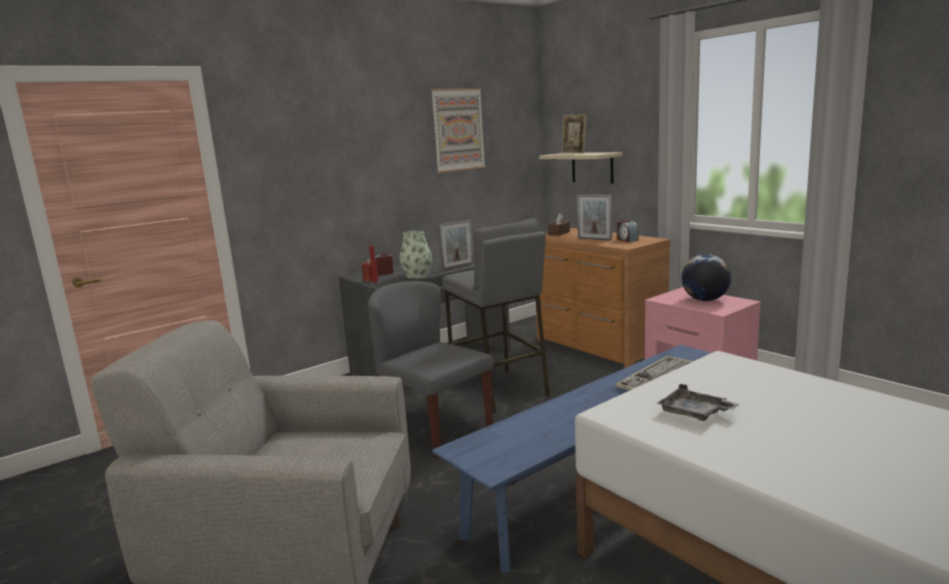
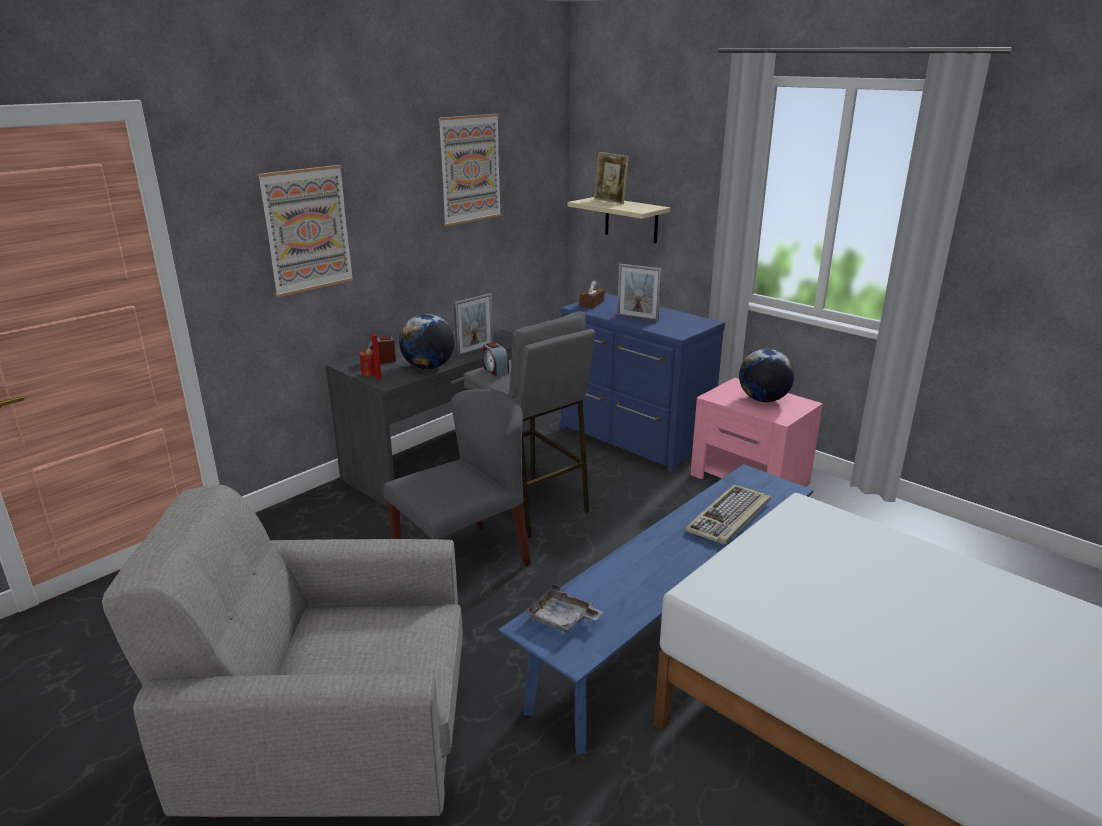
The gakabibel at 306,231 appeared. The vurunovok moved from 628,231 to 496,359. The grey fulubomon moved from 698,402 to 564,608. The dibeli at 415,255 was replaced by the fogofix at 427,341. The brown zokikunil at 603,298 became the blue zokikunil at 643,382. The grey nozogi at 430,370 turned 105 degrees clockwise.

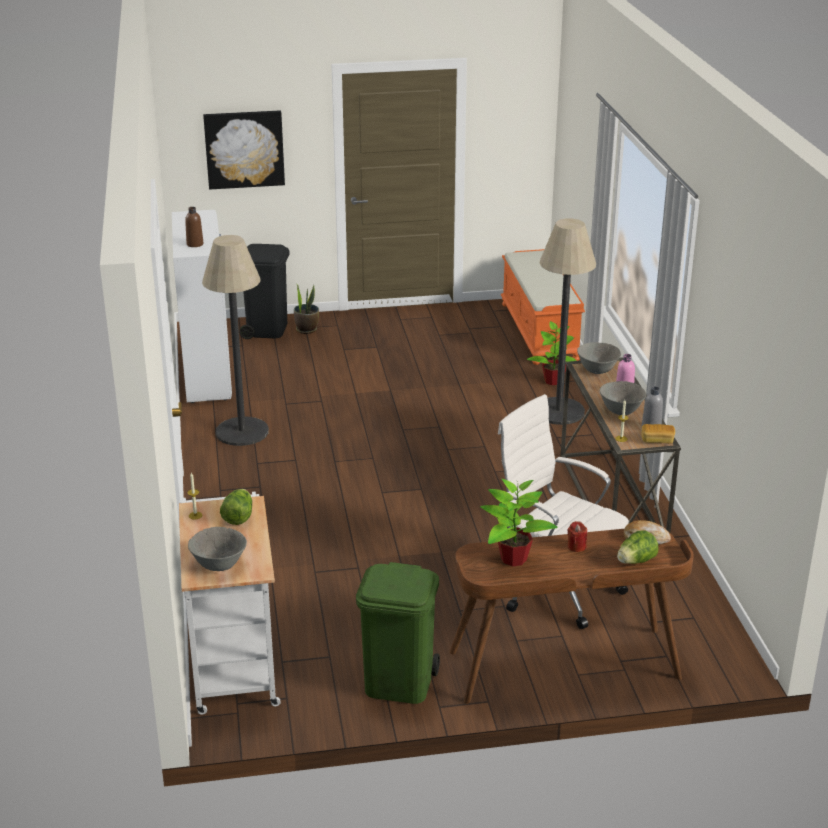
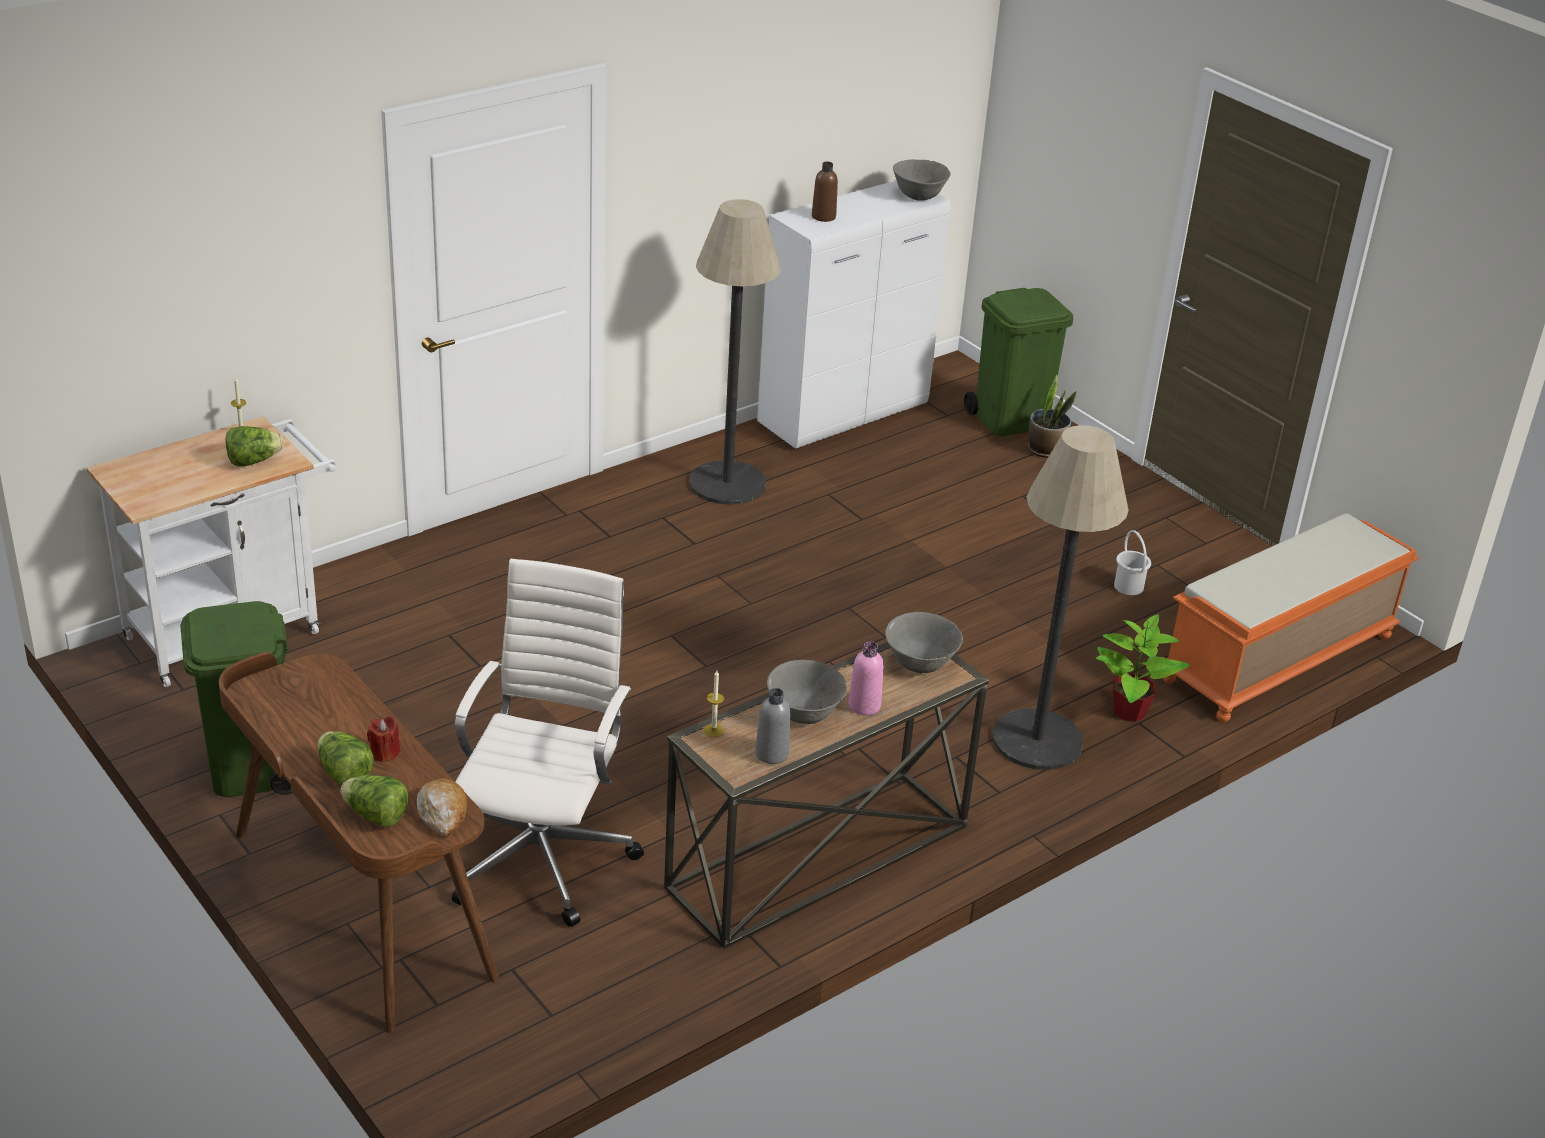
The gakabibel at 244,149 disappeared. The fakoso at 519,523 disappeared. The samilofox at 658,434 disappeared. The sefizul at 346,758 appeared. The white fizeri at 1132,562 appeared. The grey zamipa moved from 217,549 to 922,180. The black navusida at 264,291 became the green navusida at 1018,362.

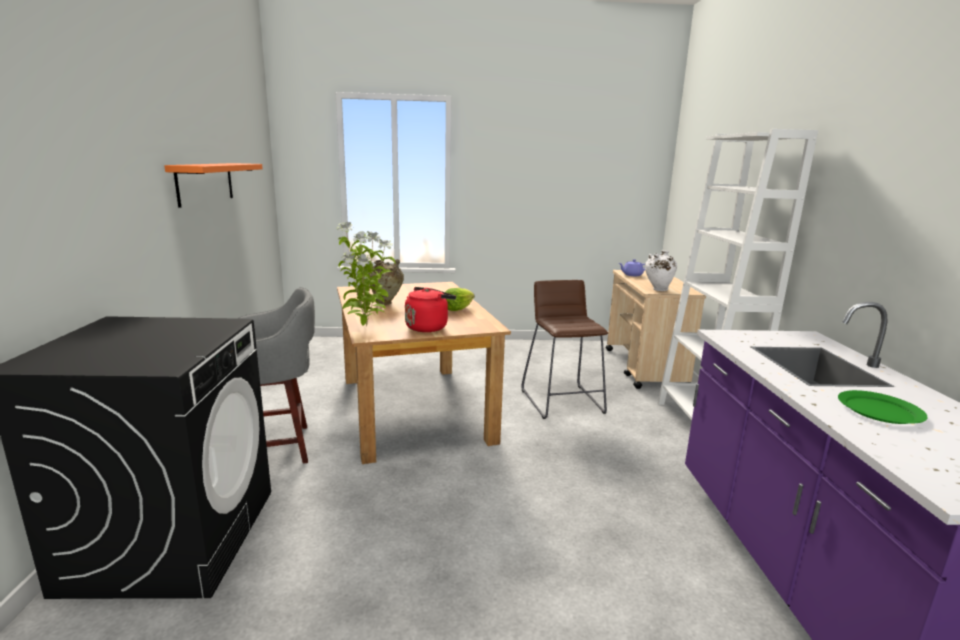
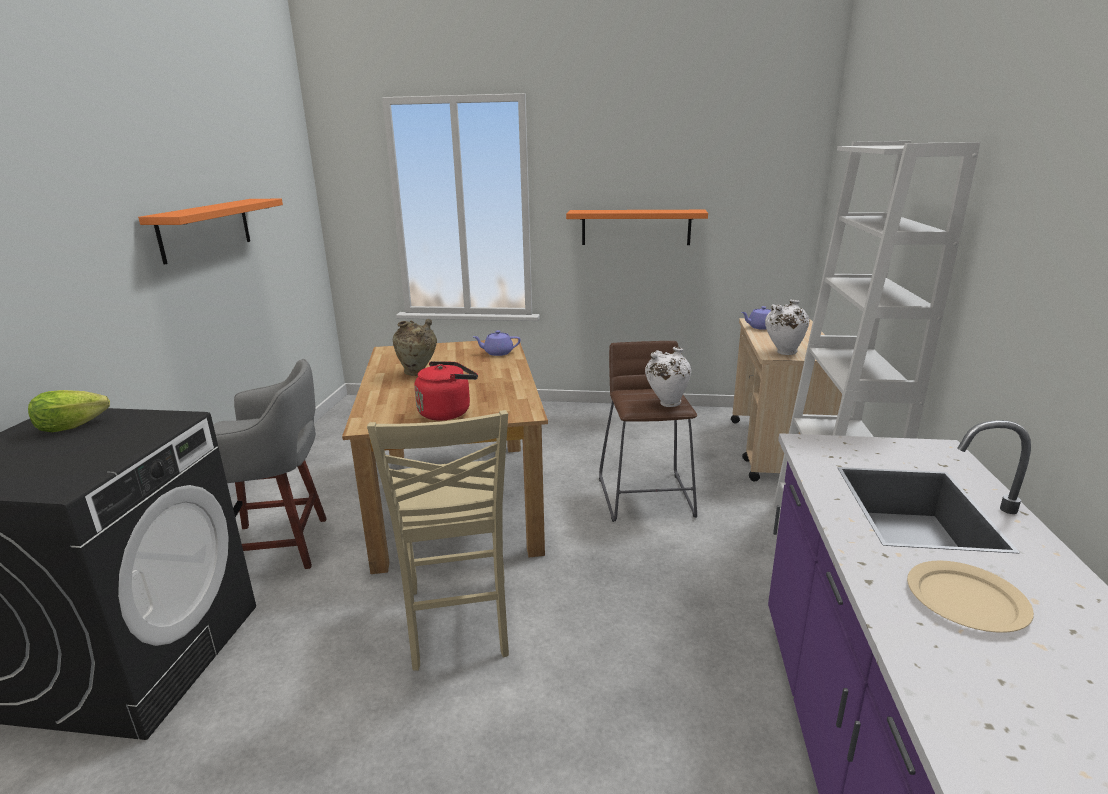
The fakoso at 366,274 disappeared. The beige nozogi at 438,540 appeared. The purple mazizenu at 497,343 appeared. The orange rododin at 637,227 appeared. The white dibeli at 668,377 appeared. The sefizul moved from 459,299 to 69,411. The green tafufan at 883,407 became the beige tafufan at 970,597.

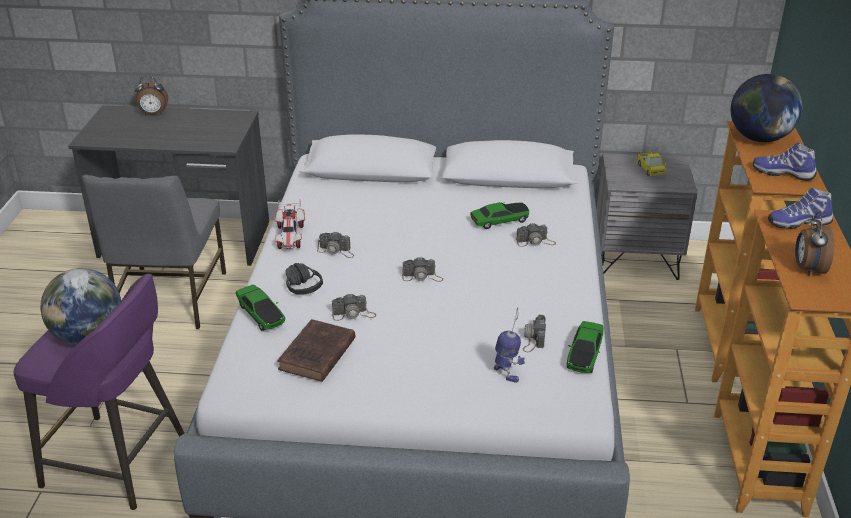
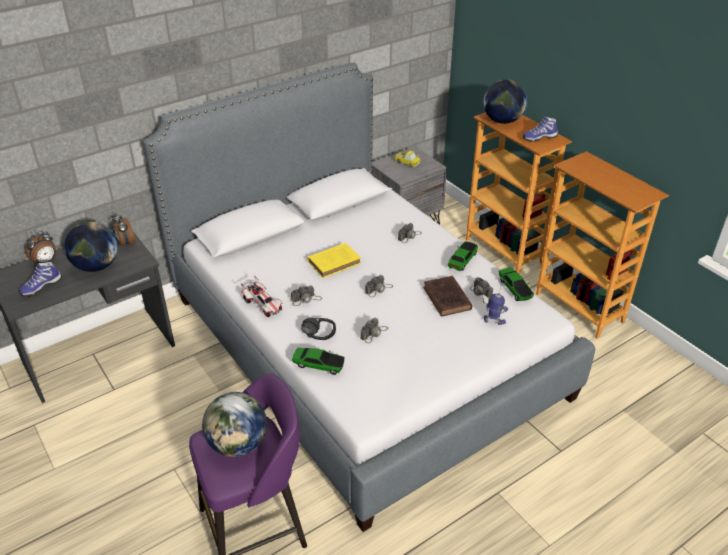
The grey nozogi at 154,252 disappeared. The fogofix at 91,246 appeared. The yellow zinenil at 334,260 appeared. The brown zinenil moved from 316,350 to 447,296. The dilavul moved from 499,215 to 462,256. The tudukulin moved from 800,208 to 40,279. The vurunovok moved from 814,244 to 124,230.

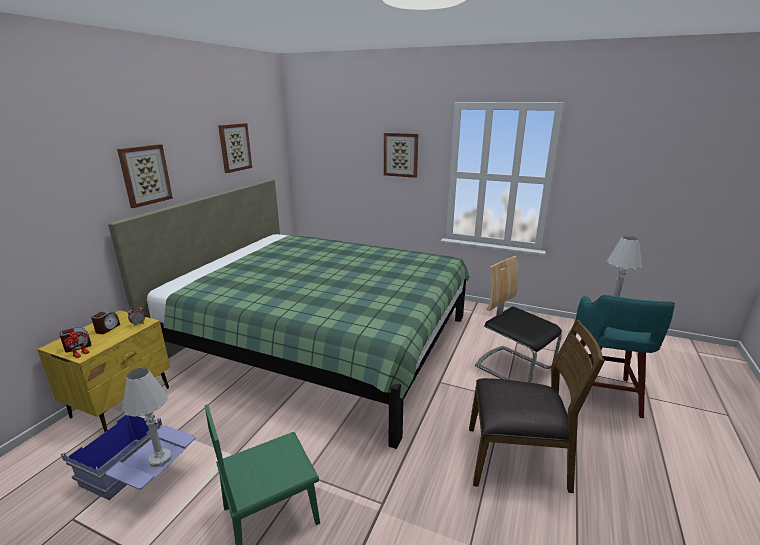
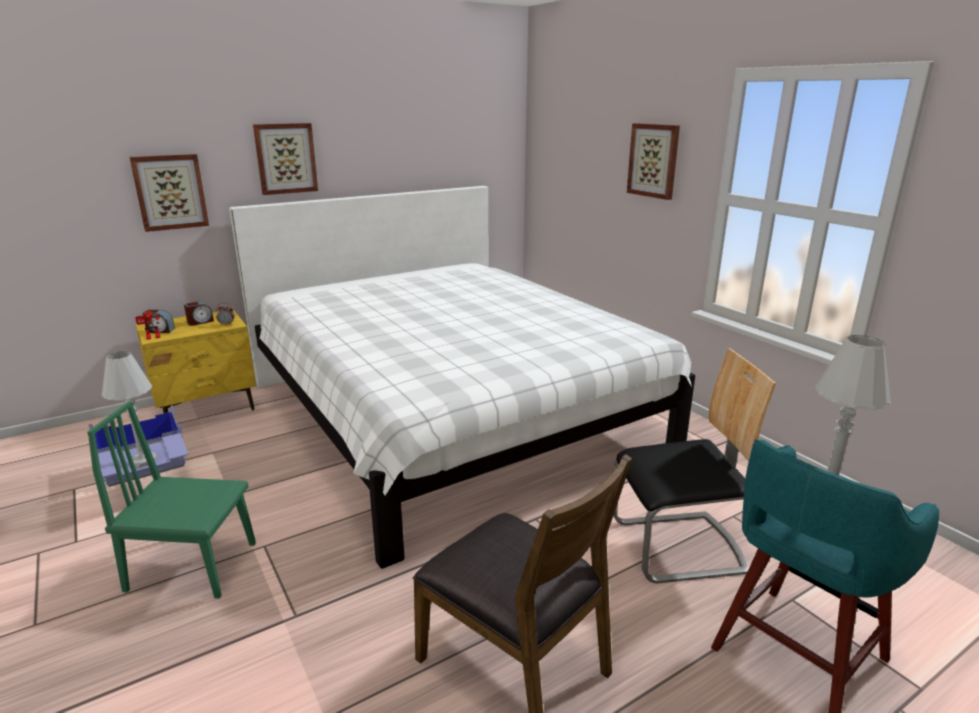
The gakabibel moved from 235,148 to 169,193. The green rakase at 288,314 became the white rakase at 462,377. The nozogi at 518,319 turned 90 degrees clockwise.

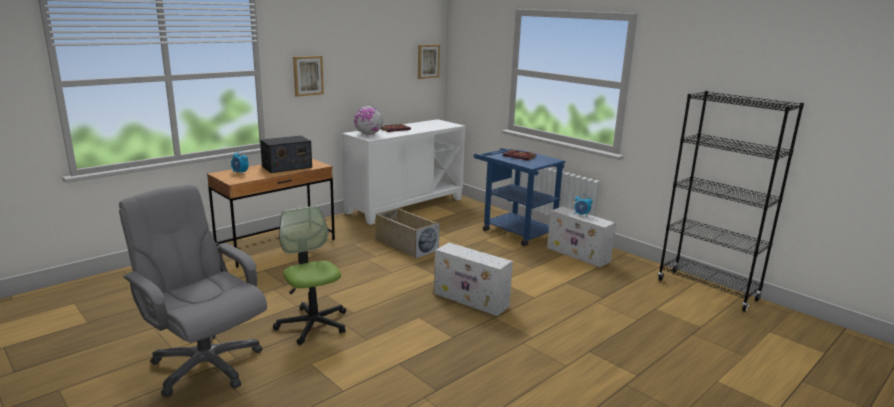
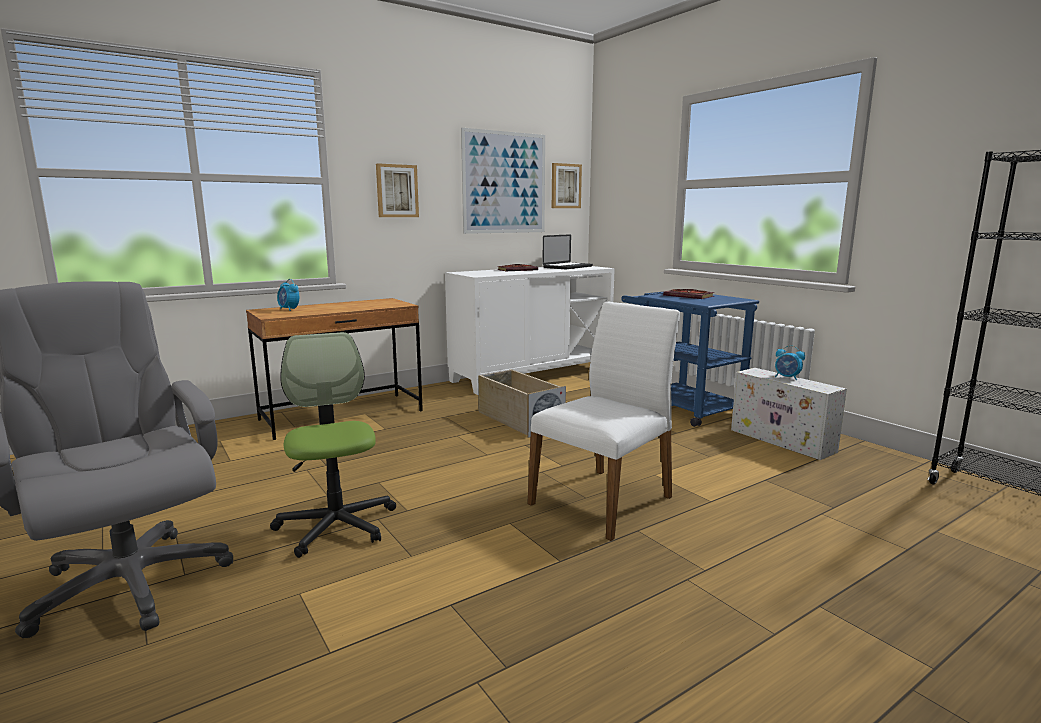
The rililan at 286,154 disappeared. The fogofix at 368,120 disappeared. The gakabibel at 503,181 appeared. The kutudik at 568,251 appeared. The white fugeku at 473,279 was replaced by the white nozogi at 603,421.

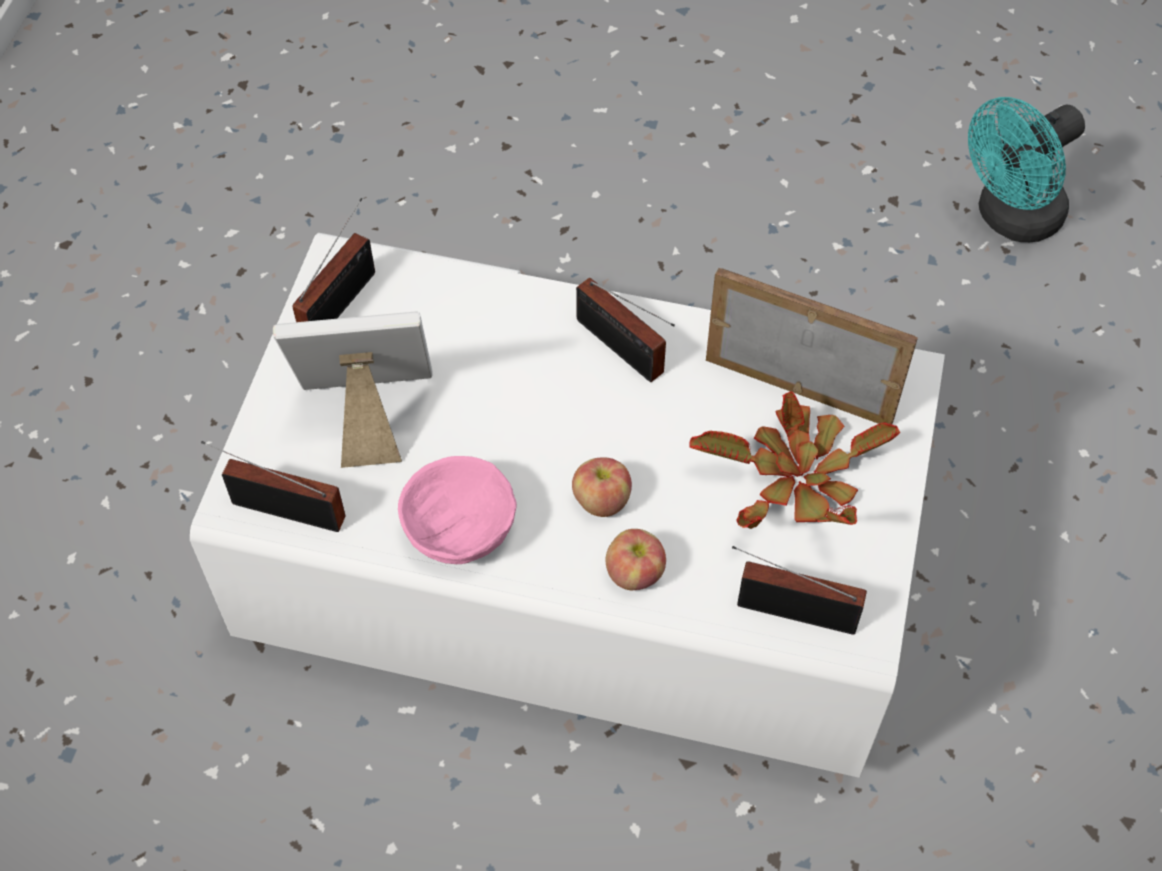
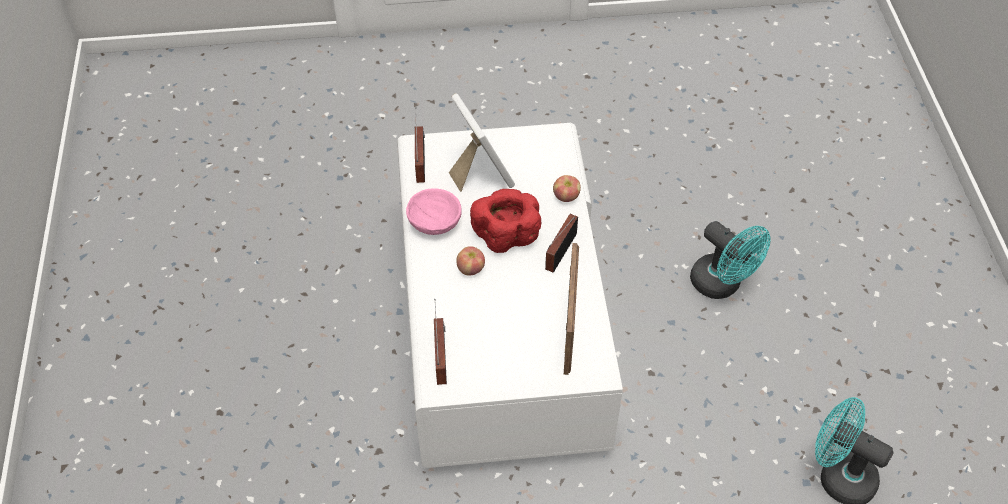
The rililan at 333,260 disappeared. The fakoso at 795,460 disappeared. The red zamipa at 505,221 appeared. The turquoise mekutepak at 730,260 appeared. The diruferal moved from 636,559 to 567,188.

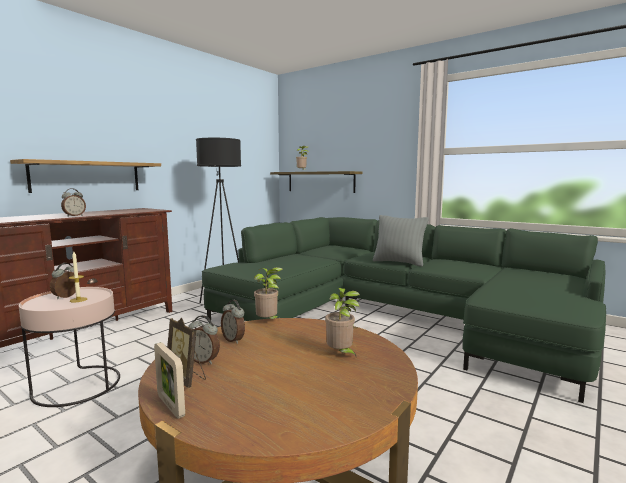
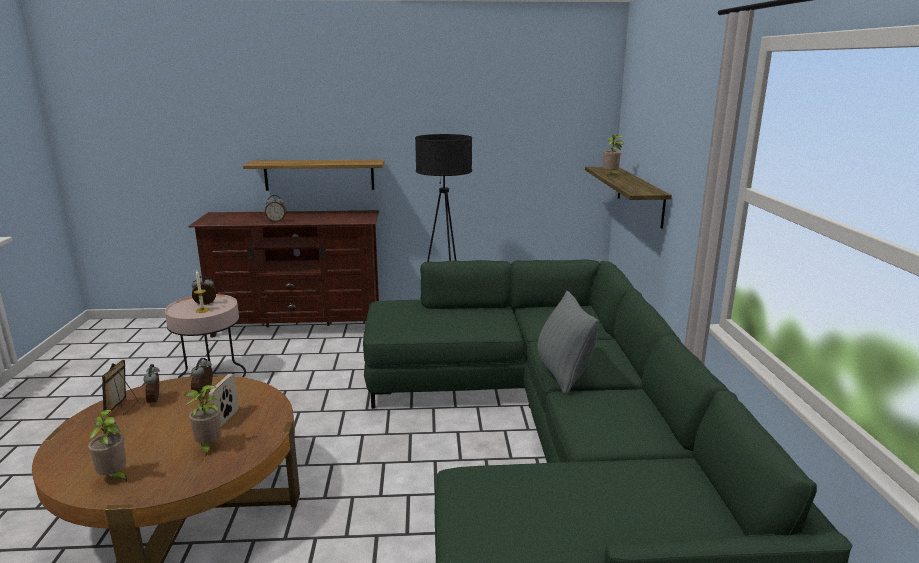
The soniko moved from 169,380 to 224,400. The fakoso moved from 268,293 to 107,446.

